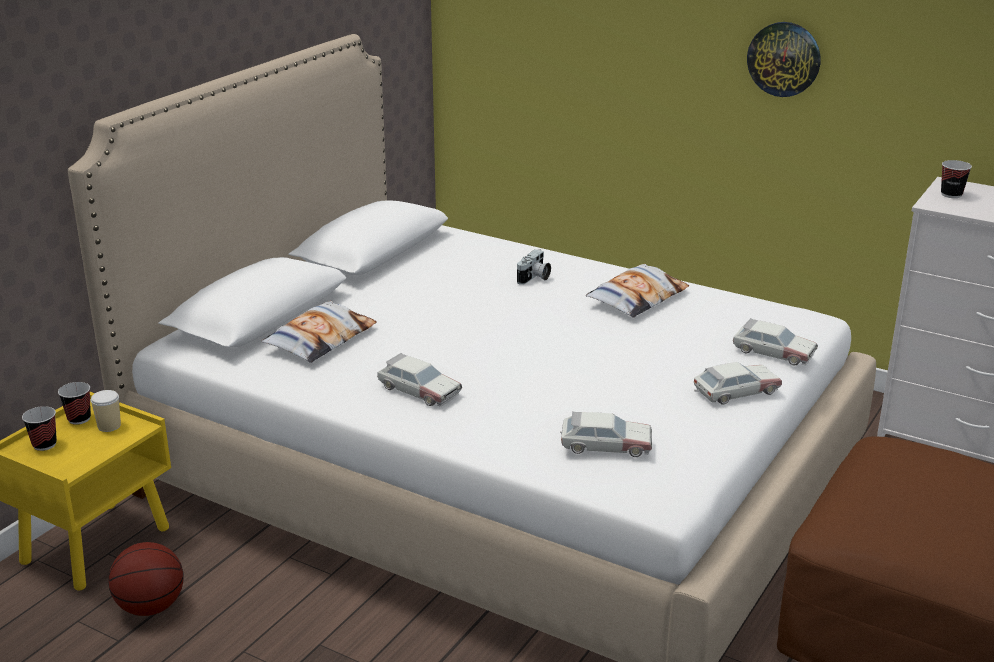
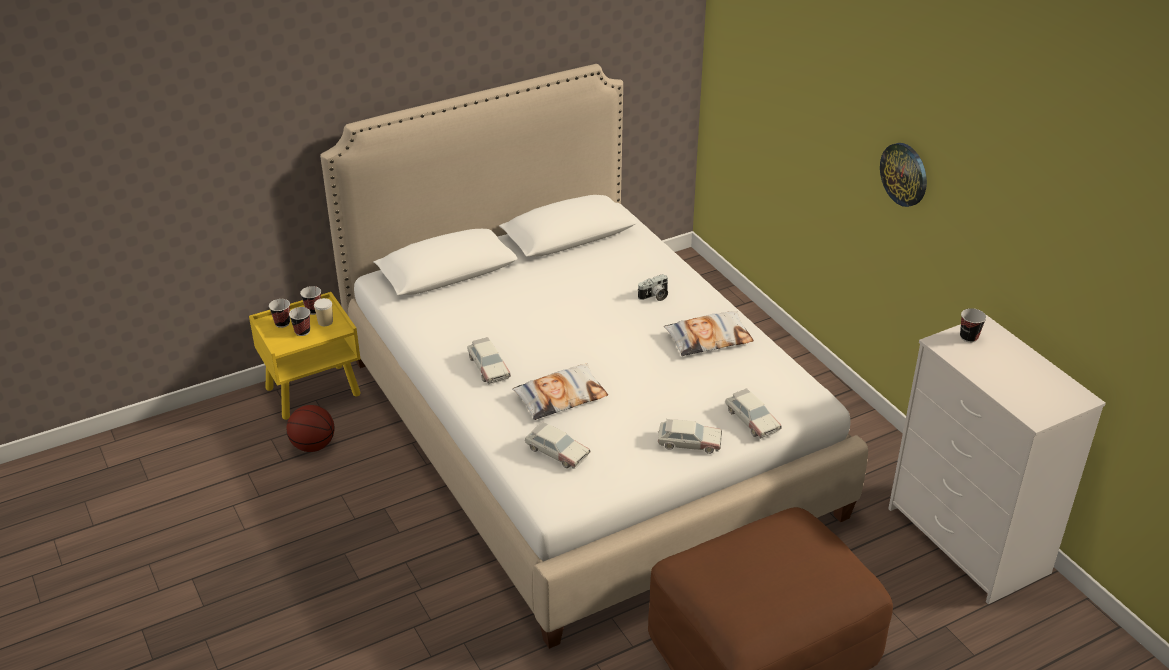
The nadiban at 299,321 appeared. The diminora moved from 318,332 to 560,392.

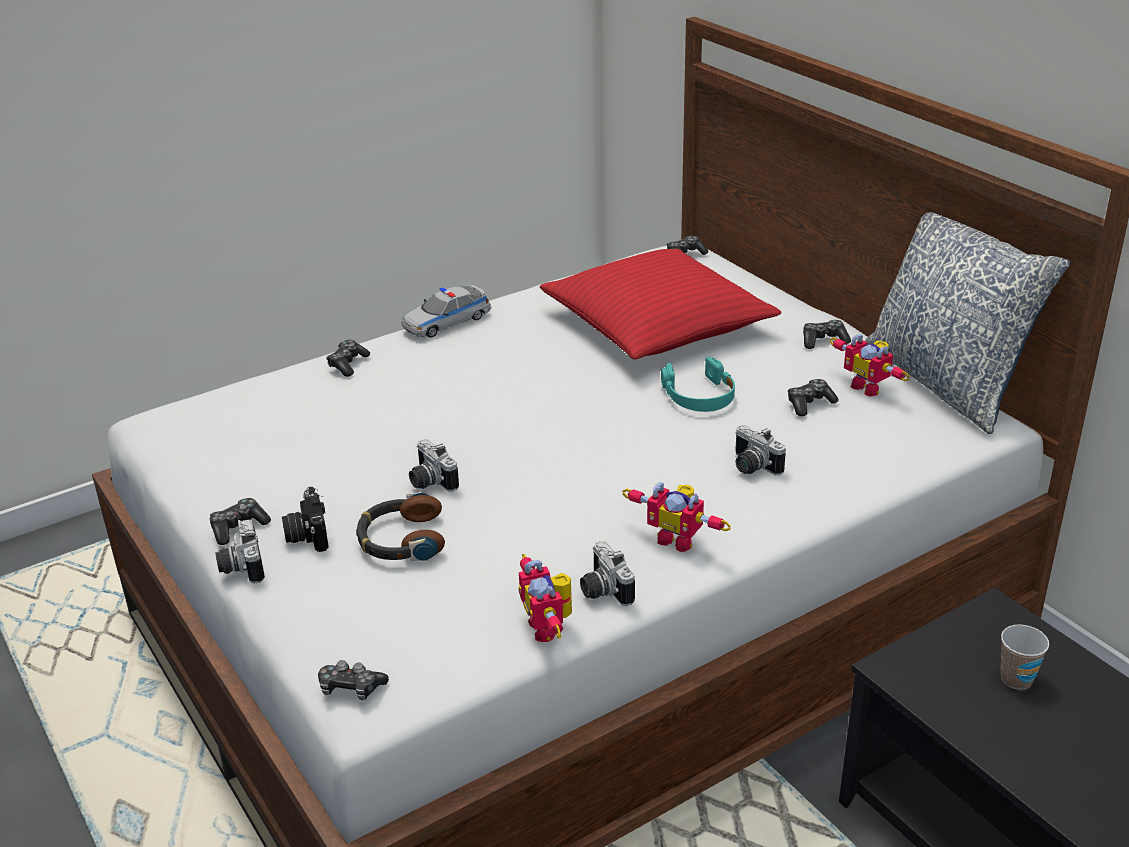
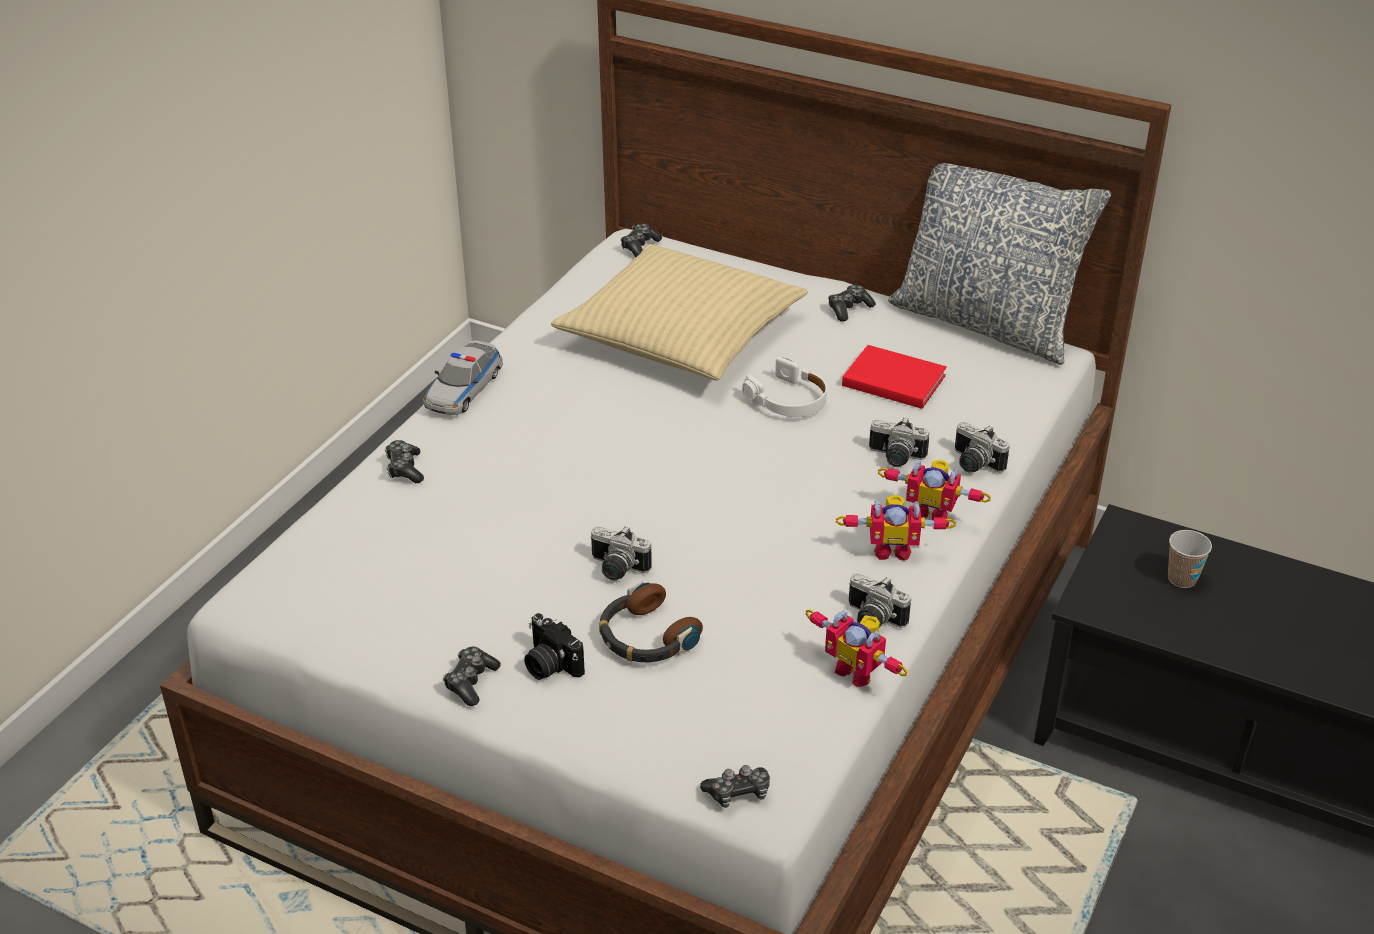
The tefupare moved from 240,551 to 982,447. The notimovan moved from 869,365 to 934,490. The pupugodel at 813,397 was replaced by the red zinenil at 894,377. The red diminora at 660,304 became the beige diminora at 679,312. The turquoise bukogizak at 698,384 became the white bukogizak at 784,387.

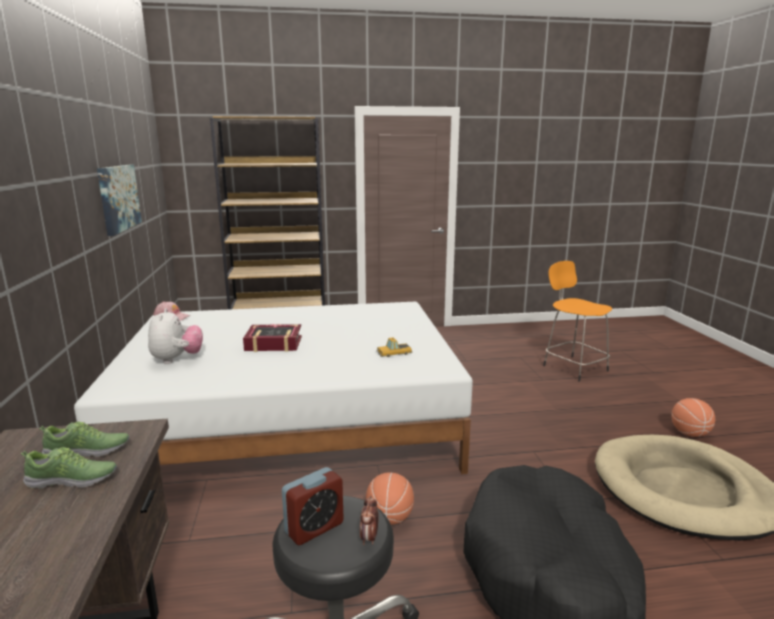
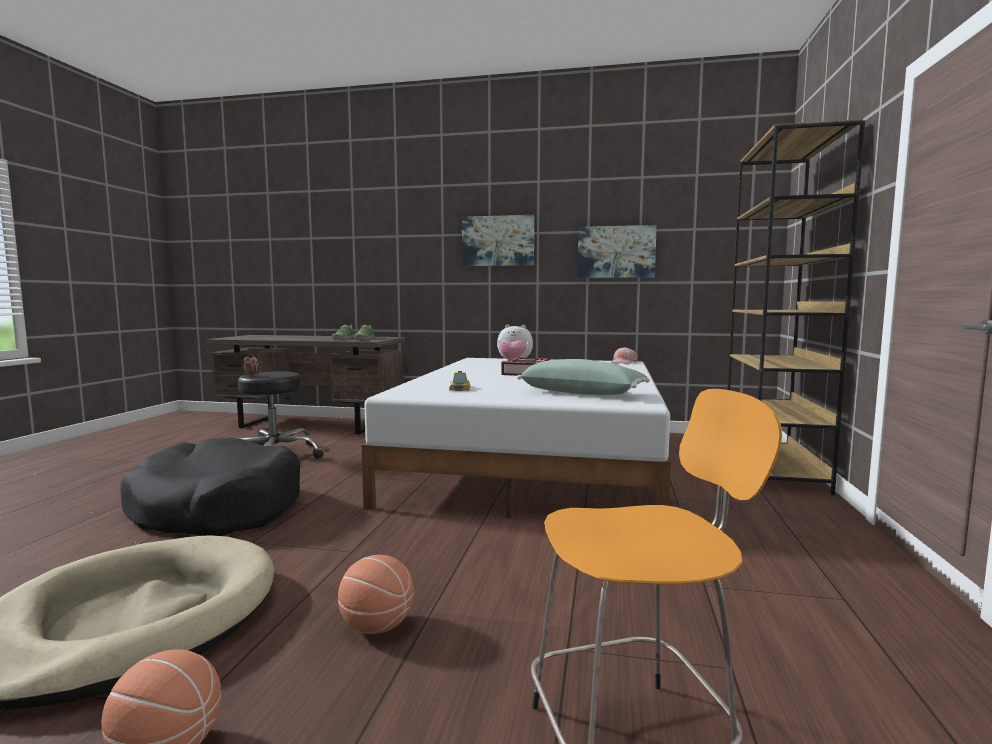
The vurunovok at 313,506 disappeared. The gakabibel at 498,240 appeared. The green diminora at 583,377 appeared. The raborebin moved from 390,498 to 376,594.

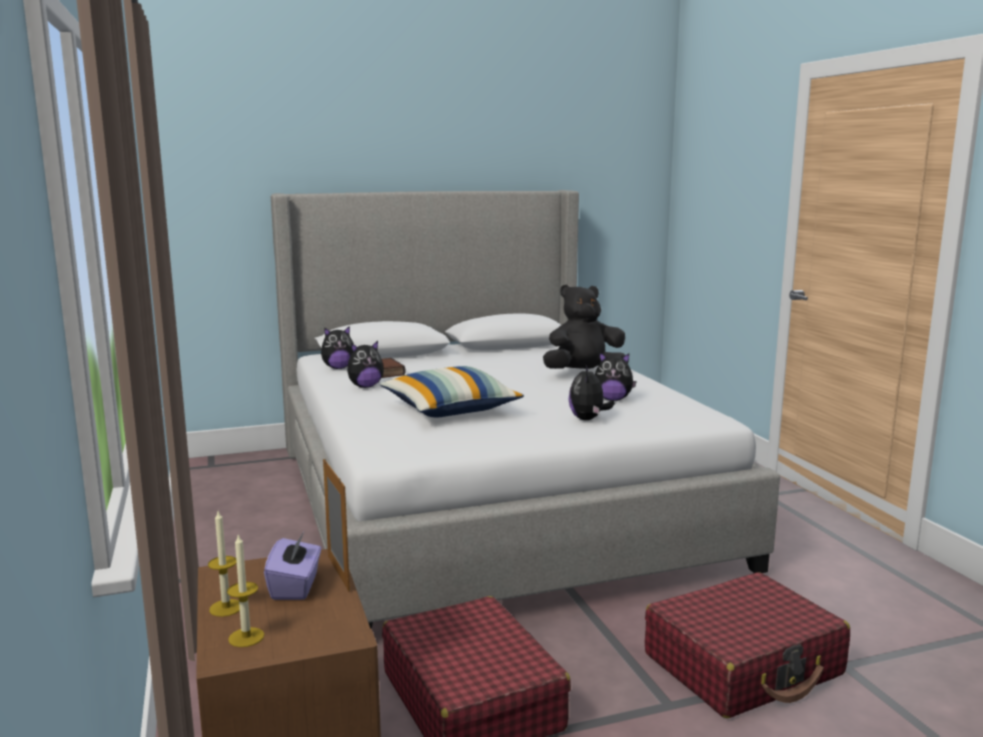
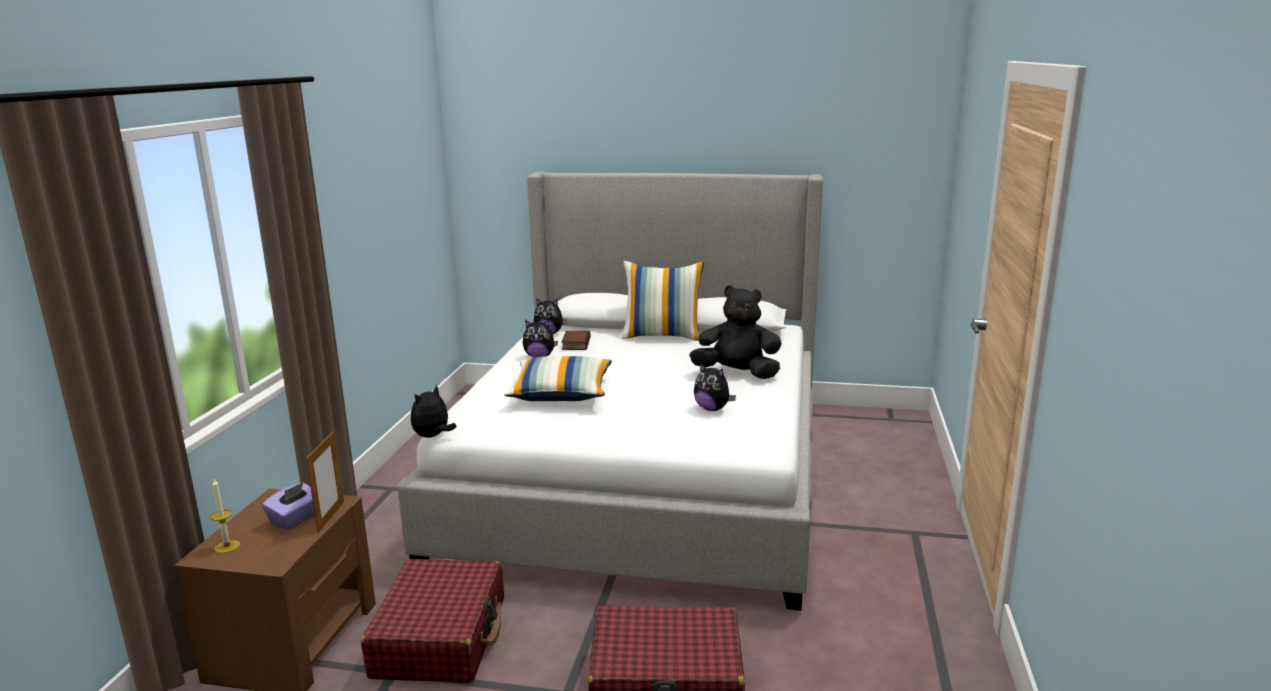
The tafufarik at 224,564 disappeared. The diminora at 662,301 appeared. The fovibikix moved from 592,392 to 433,411.

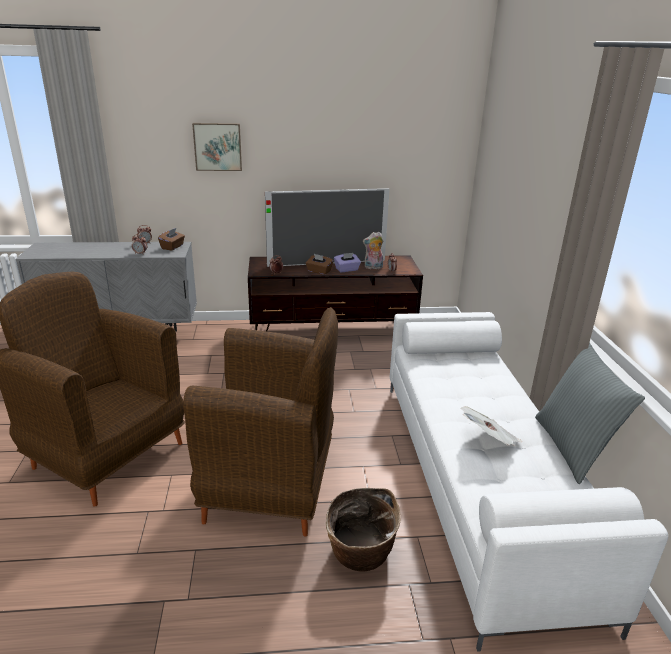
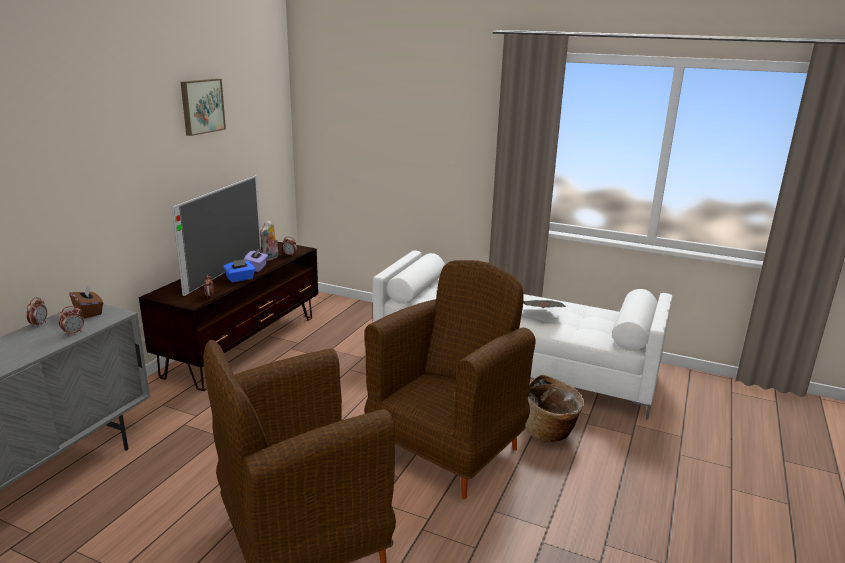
The grey diminora at 590,413 disappeared. The gakabibel moved from 217,147 to 203,107. The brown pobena at 319,264 became the blue pobena at 239,270.

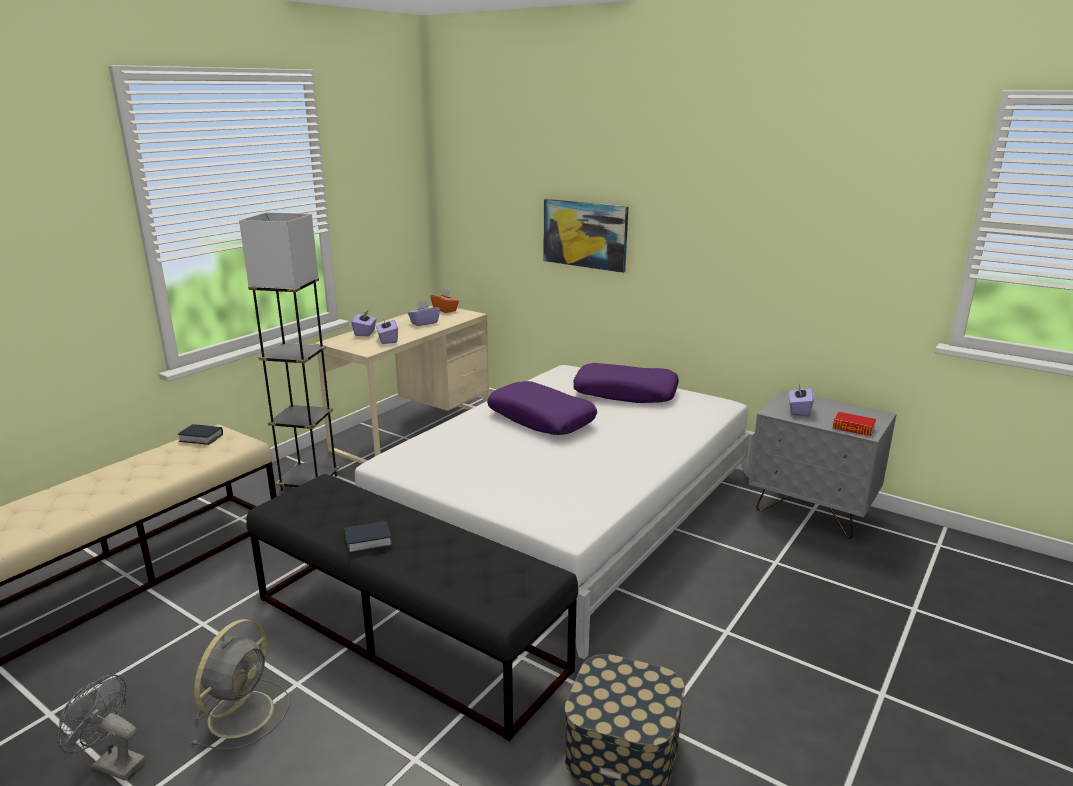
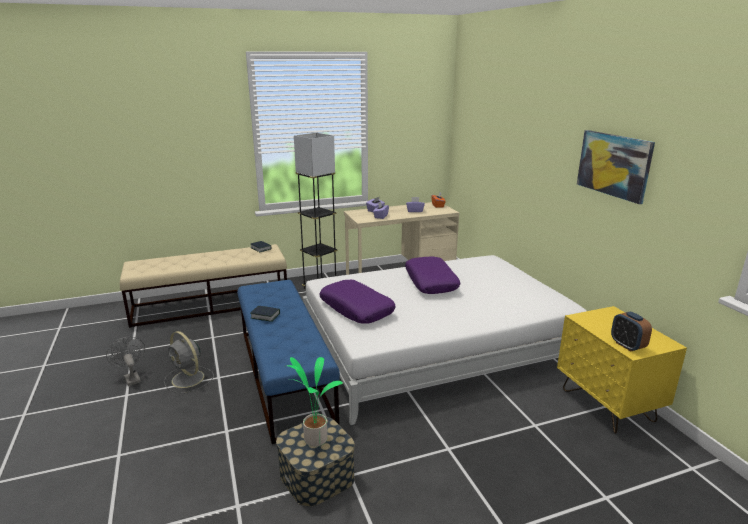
The purple pobena at 801,400 disappeared. The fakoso at 313,402 appeared. The gakabibel moved from 586,236 to 616,167. The purple diminora moved from 626,383 to 357,302. The zinenil at 854,424 was replaced by the vurunovok at 631,331. The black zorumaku at 412,607 became the blue zorumaku at 288,362. The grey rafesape at 823,464 became the yellow rafesape at 622,370. The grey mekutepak at 240,684 turned 75 degrees clockwise.

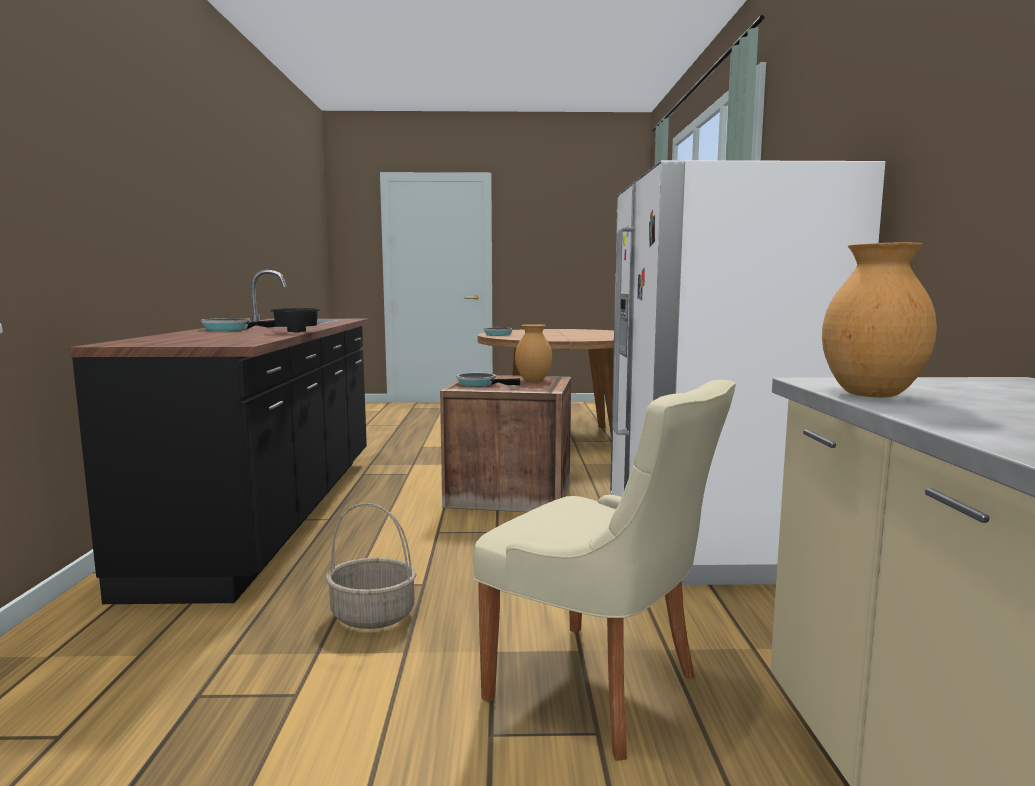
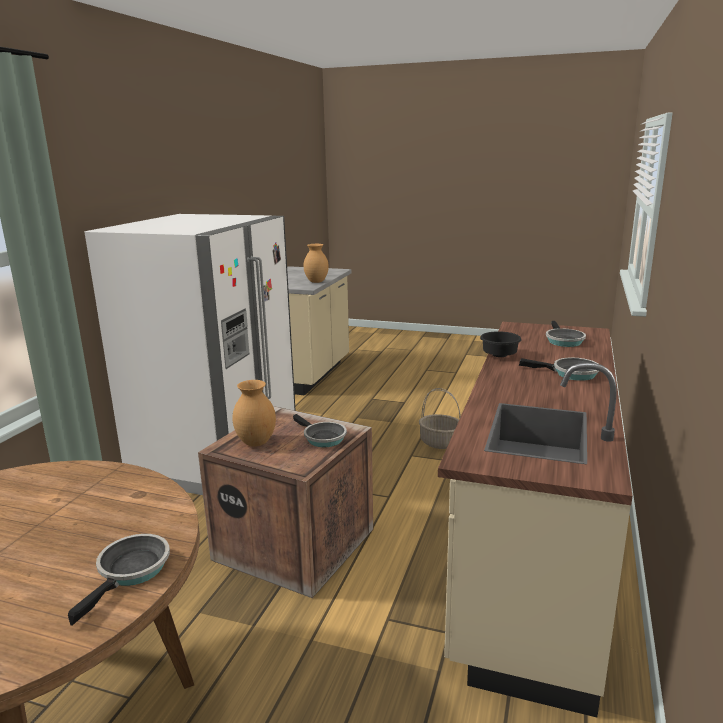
The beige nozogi at 604,570 disappeared. The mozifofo at 566,334 appeared. The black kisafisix at 219,437 became the beige kisafisix at 535,519.

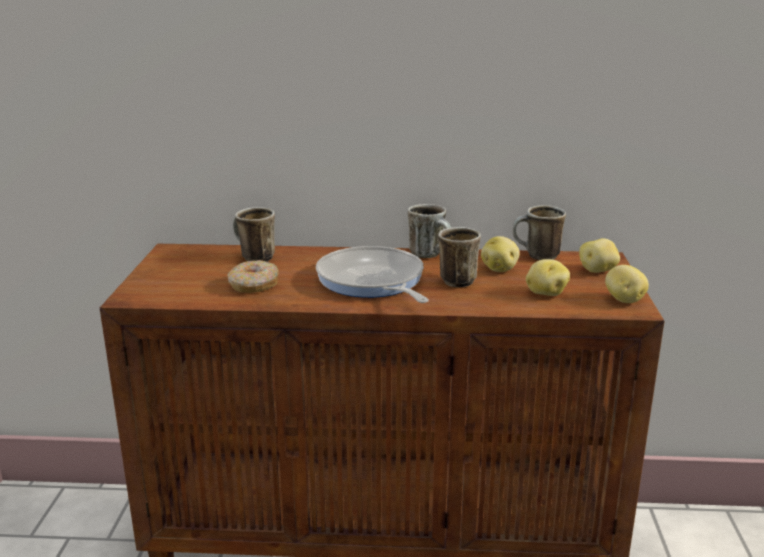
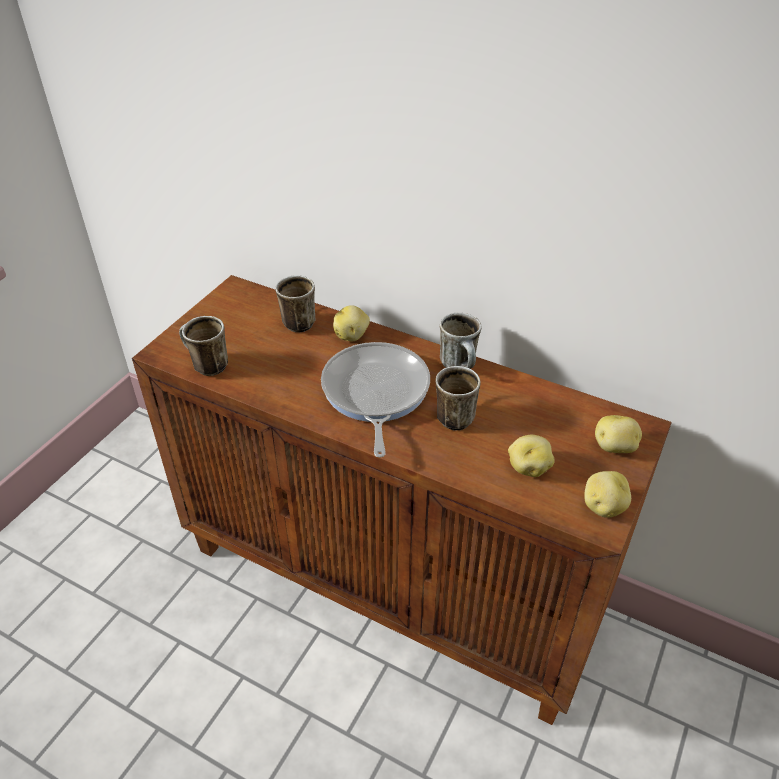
The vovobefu at 253,276 disappeared. The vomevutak moved from 500,254 to 351,323. The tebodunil moved from 539,232 to 203,346.

